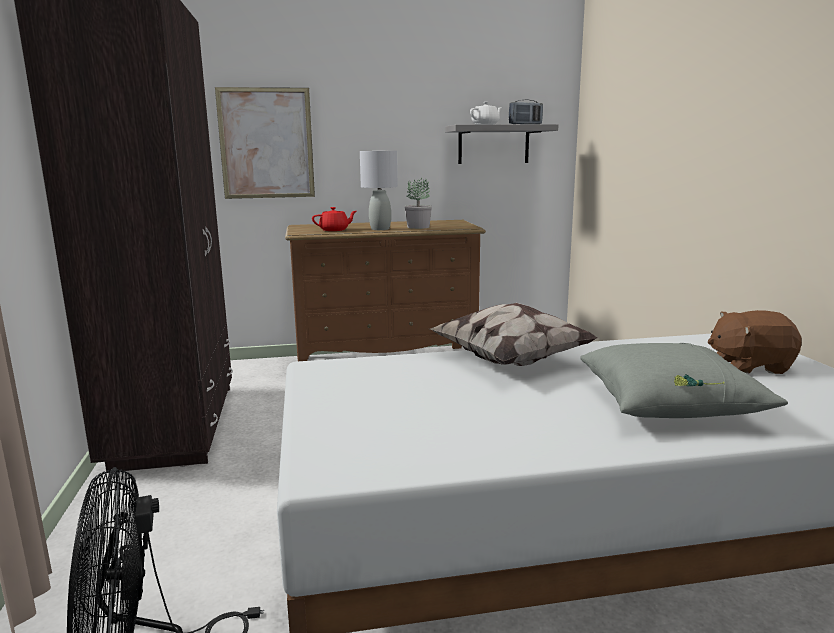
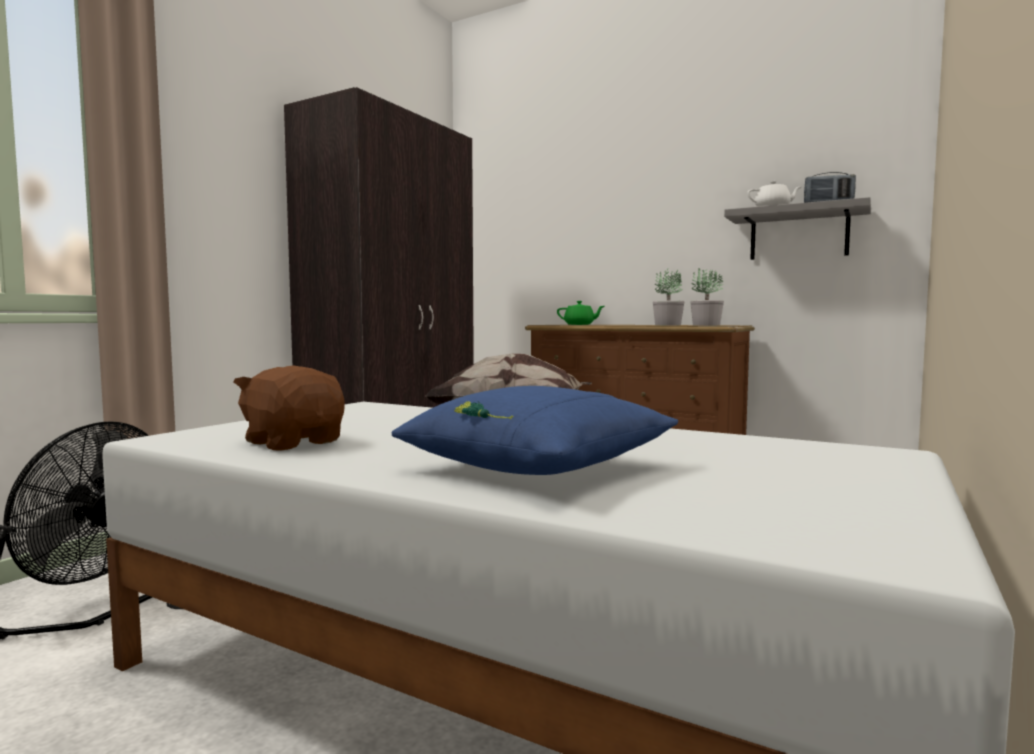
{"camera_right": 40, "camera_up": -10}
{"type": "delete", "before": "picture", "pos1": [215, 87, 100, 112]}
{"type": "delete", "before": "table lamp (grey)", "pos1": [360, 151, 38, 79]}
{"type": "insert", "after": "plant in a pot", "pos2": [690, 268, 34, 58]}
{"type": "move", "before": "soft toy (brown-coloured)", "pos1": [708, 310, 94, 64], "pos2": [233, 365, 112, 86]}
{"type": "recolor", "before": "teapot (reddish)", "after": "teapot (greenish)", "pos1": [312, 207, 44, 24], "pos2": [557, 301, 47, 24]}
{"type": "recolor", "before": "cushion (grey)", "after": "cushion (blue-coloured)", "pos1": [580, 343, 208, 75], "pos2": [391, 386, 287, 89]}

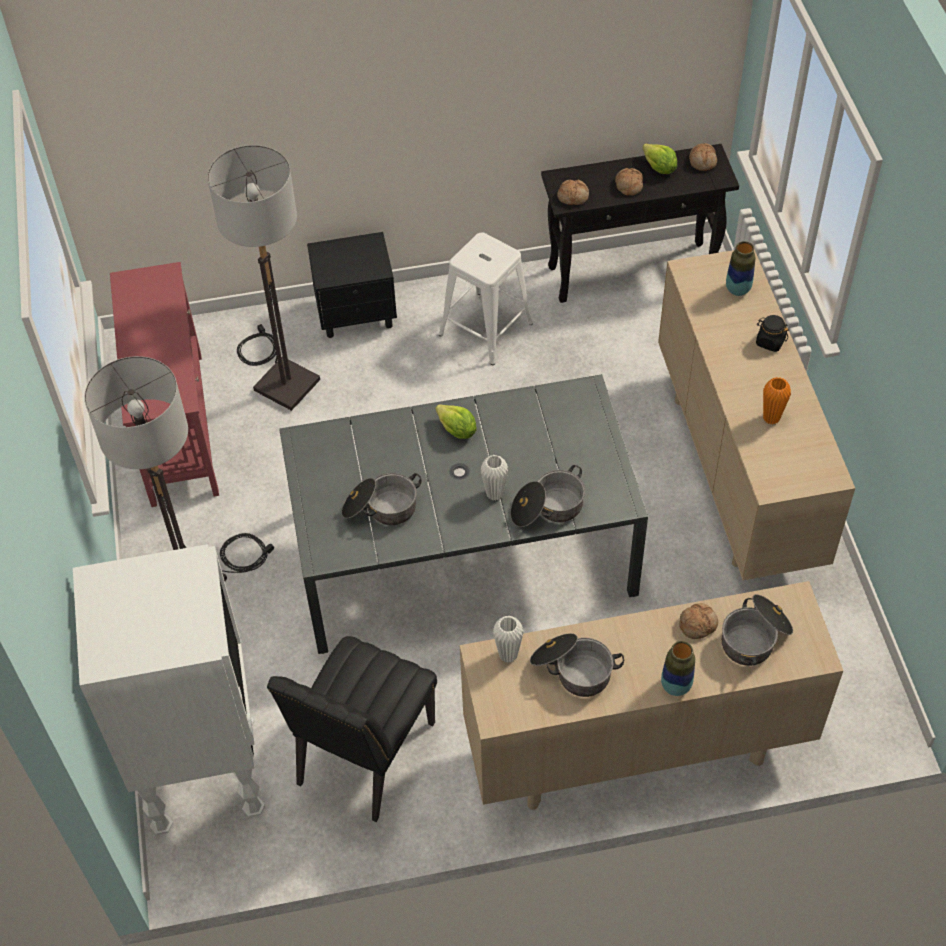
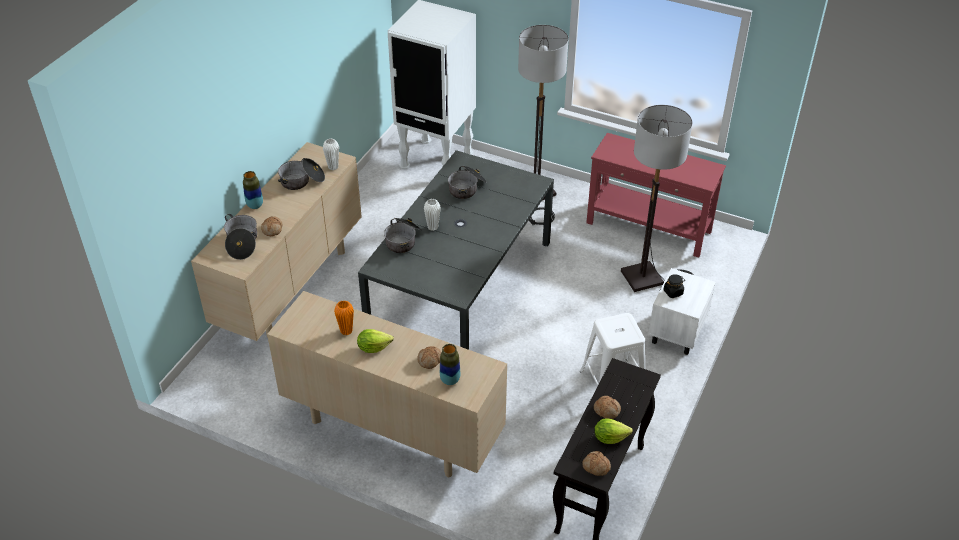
{"camera_right": 125, "camera_up": -10}
{"type": "delete", "before": "upright chair (blackish)", "pos1": [267, 636, 170, 186]}
{"type": "move", "before": "head of lettuce", "pos1": [436, 404, 41, 35], "pos2": [357, 329, 37, 24]}
{"type": "move", "before": "bread", "pos1": [557, 180, 32, 25], "pos2": [417, 346, 24, 23]}
{"type": "move", "before": "preserve jar (blackish)", "pos1": [756, 315, 33, 37], "pos2": [664, 274, 21, 24]}
{"type": "recolor", "before": "bedside table (blackish)", "after": "bedside table (white)", "pos1": [307, 232, 90, 106], "pos2": [648, 268, 68, 87]}

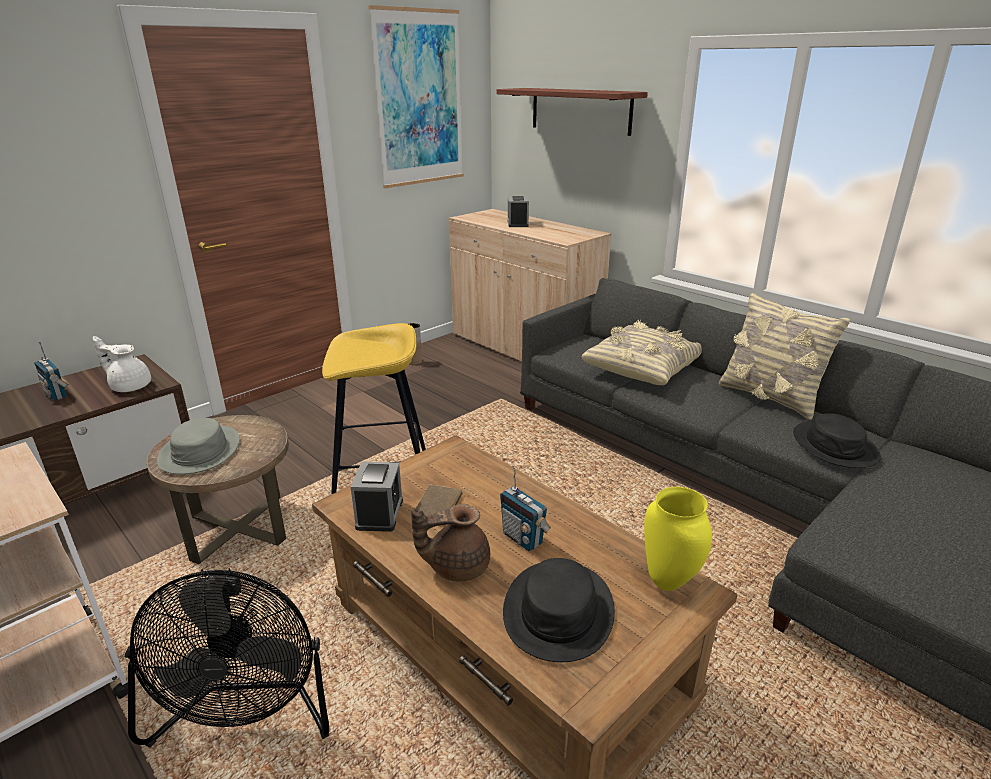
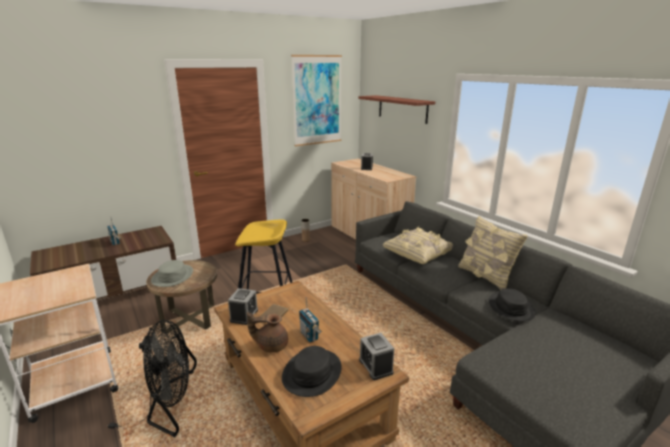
{"camera_right": 10, "camera_up": -5}
{"type": "delete", "before": "teapot (white)", "pos1": [93, 336, 58, 56]}
{"type": "replace", "before": "flower vase (yellow)", "after": "table clock", "pos1": [644, 487, 68, 104], "pos2": [359, 333, 35, 47]}
{"type": "rotate", "before": "cooling fan (blackish)", "pos1": [125, 568, 204, 180], "pos2": [107, 320, 90, 117], "turn": -105}

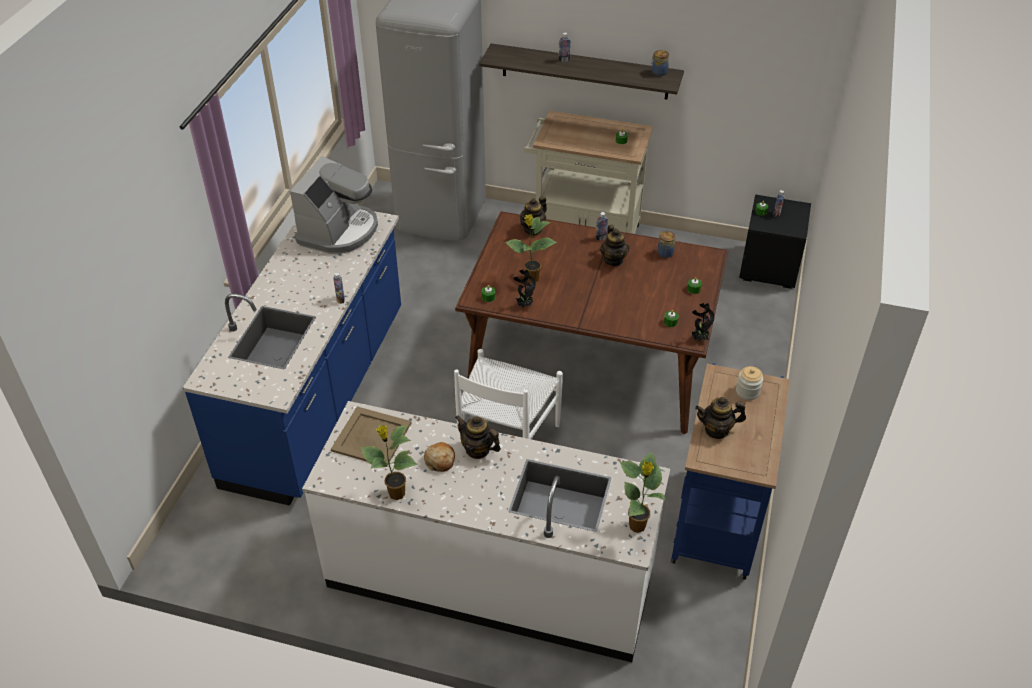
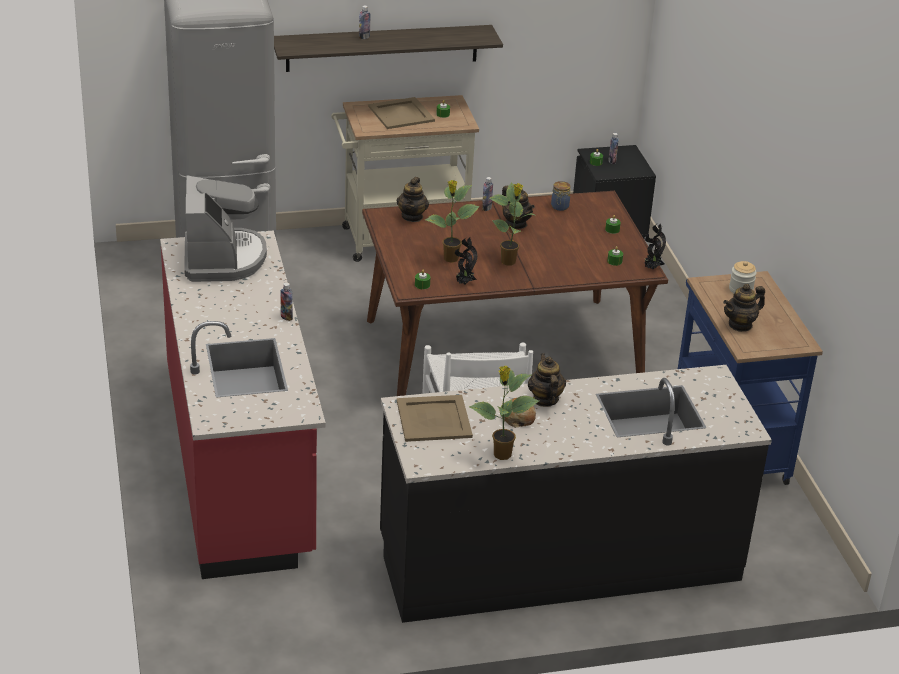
{"camera_right": -30, "camera_up": -10}
{"type": "delete", "before": "preserve jar", "pos1": [651, 50, 18, 26]}
{"type": "insert", "after": "carrying tray (beige)", "pos2": [368, 97, 67, 32]}
{"type": "move", "before": "plant in a pot", "pos1": [620, 452, 46, 81], "pos2": [489, 182, 48, 84]}
{"type": "recolor", "before": "kitchen base unit (blue-coloured)", "after": "kitchen base unit (reddish)", "pos1": [183, 211, 218, 295], "pos2": [160, 230, 166, 349]}
{"type": "recolor", "before": "kitchen base unit (white)", "after": "kitchen base unit (blackish)", "pos1": [302, 401, 368, 261], "pos2": [380, 365, 392, 258]}
{"type": "rotate", "before": "teapot", "pos1": [455, 415, 46, 44], "pos2": [528, 353, 38, 54], "turn": 75}

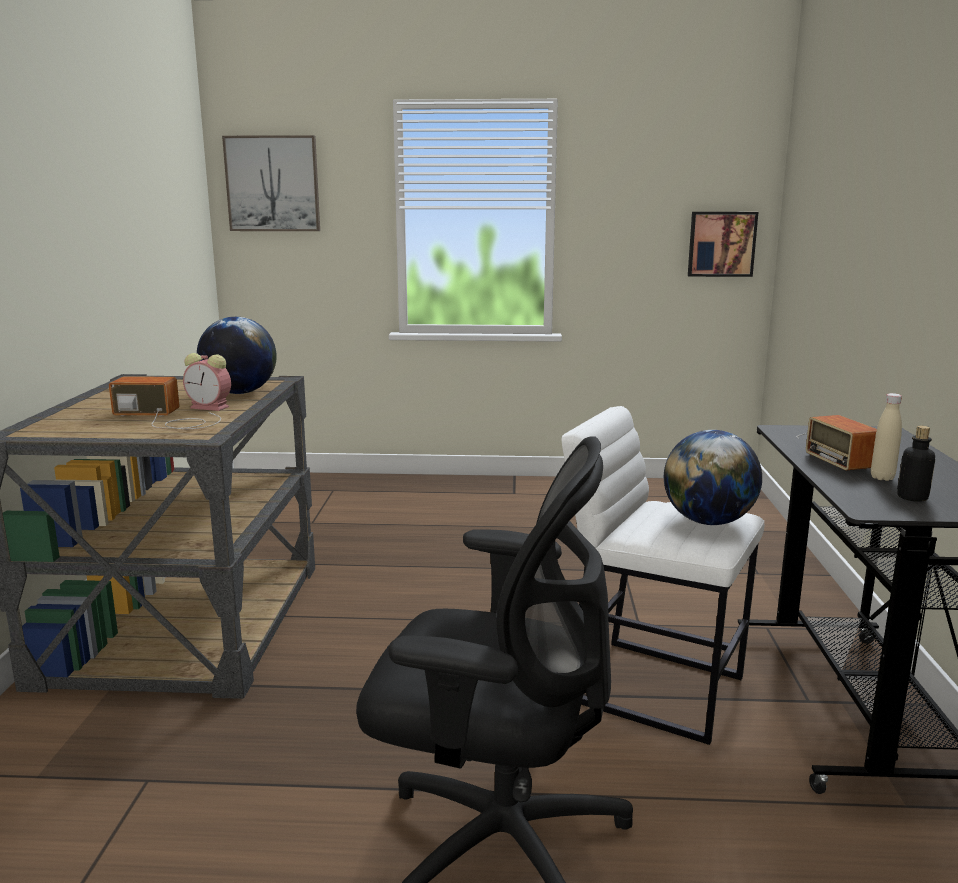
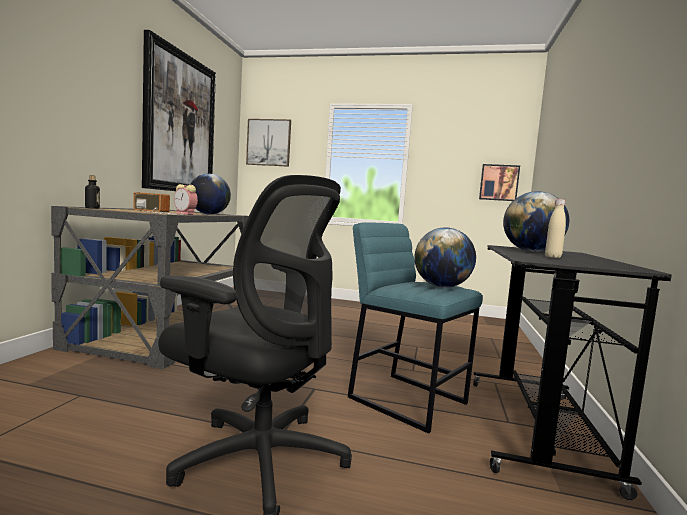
{"camera_right": 10, "camera_up": -10}
{"type": "insert", "after": "picture", "pos2": [142, 30, 74, 161]}
{"type": "move", "before": "drink bottle", "pos1": [897, 426, 38, 76], "pos2": [85, 175, 15, 34]}
{"type": "replace", "before": "radio", "after": "desk globe", "pos1": [796, 415, 81, 55], "pos2": [503, 191, 66, 61]}
{"type": "recolor", "before": "stool (white)", "after": "stool (blue-coloured)", "pos1": [562, 406, 202, 339], "pos2": [348, 222, 135, 212]}

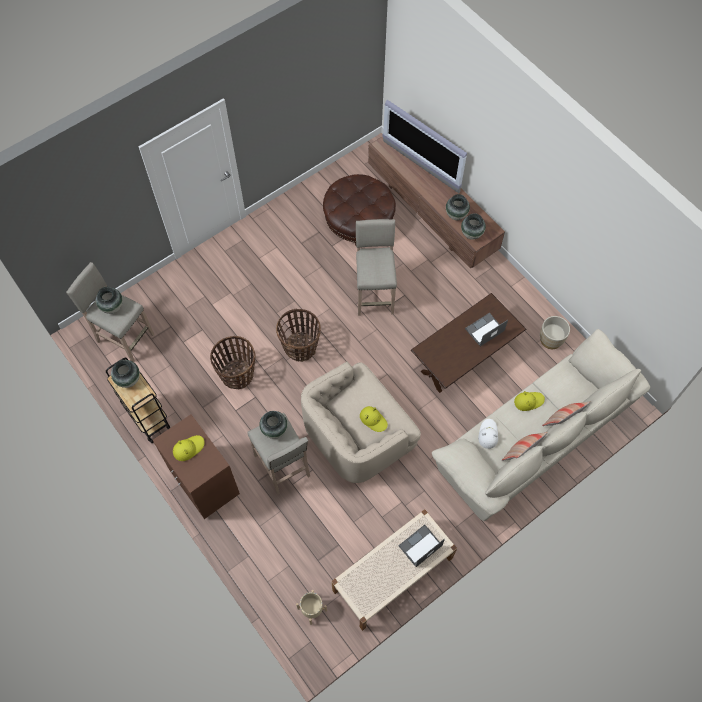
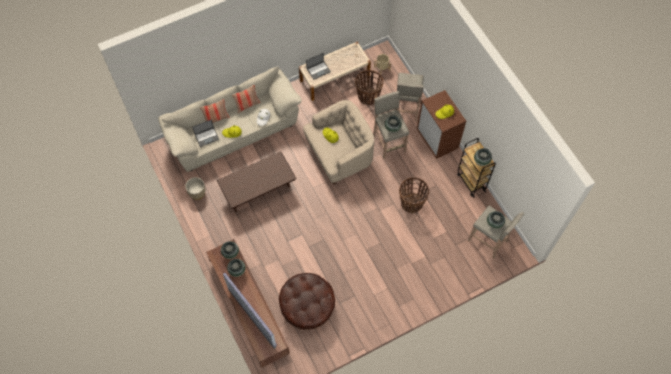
{"camera_right": -170, "camera_up": 0}
{"type": "move", "before": "household basket", "pos1": [276, 308, 45, 54], "pos2": [355, 70, 28, 35]}
{"type": "move", "before": "stool (beige)", "pos1": [356, 219, 41, 97], "pos2": [397, 73, 27, 49]}
{"type": "move", "before": "notebook computer", "pos1": [465, 313, 43, 33], "pos2": [192, 119, 27, 28]}

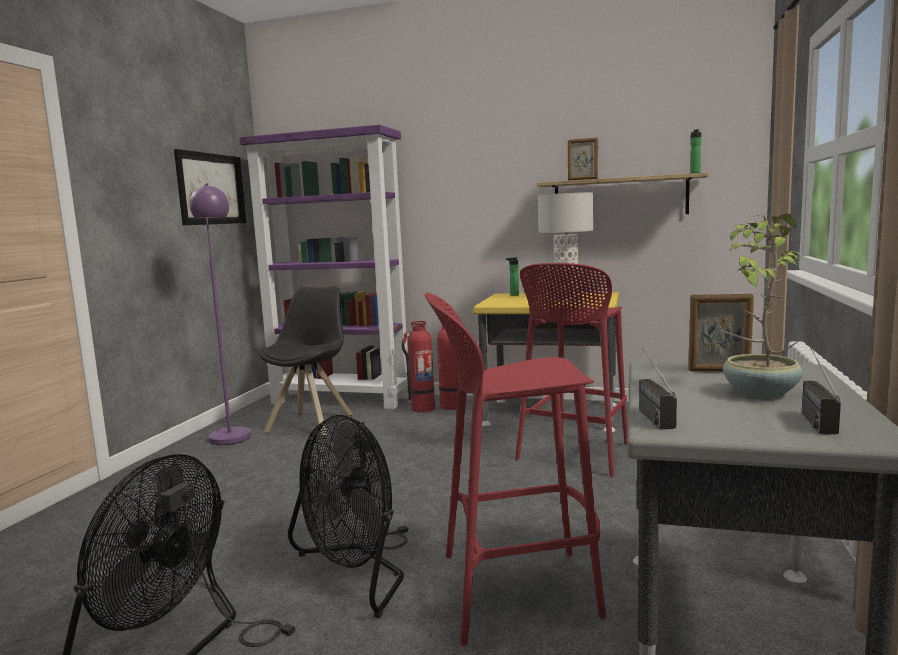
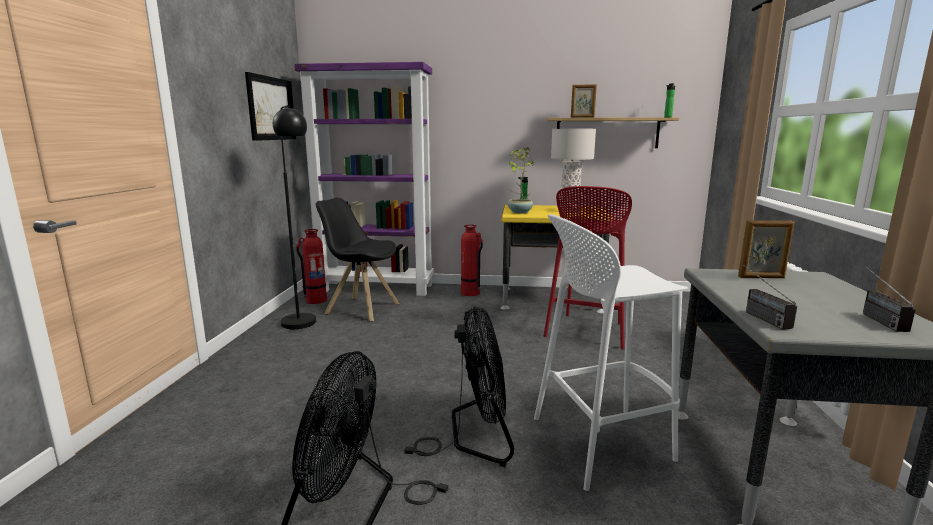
{"camera_right": -10, "camera_up": 5}
{"type": "move", "before": "fire extinguisher", "pos1": [402, 321, 33, 91], "pos2": [296, 229, 31, 75]}
{"type": "move", "before": "plant in a pot", "pos1": [722, 214, 84, 185], "pos2": [507, 147, 29, 67]}
{"type": "recolor", "before": "floor lamp (purple-coloured)", "after": "floor lamp (blackish)", "pos1": [189, 183, 62, 262], "pos2": [273, 105, 43, 224]}
{"type": "recolor", "before": "stool (reddish)", "after": "stool (white)", "pos1": [424, 292, 182, 354], "pos2": [534, 214, 154, 277]}
{"type": "rotate", "before": "upright chair (blackish)", "pos1": [259, 287, 94, 150], "pos2": [316, 197, 84, 125], "turn": -75}
{"type": "rotate", "before": "cooling fan (blackish)", "pos1": [288, 415, 122, 203], "pos2": [402, 306, 112, 162], "turn": -135}

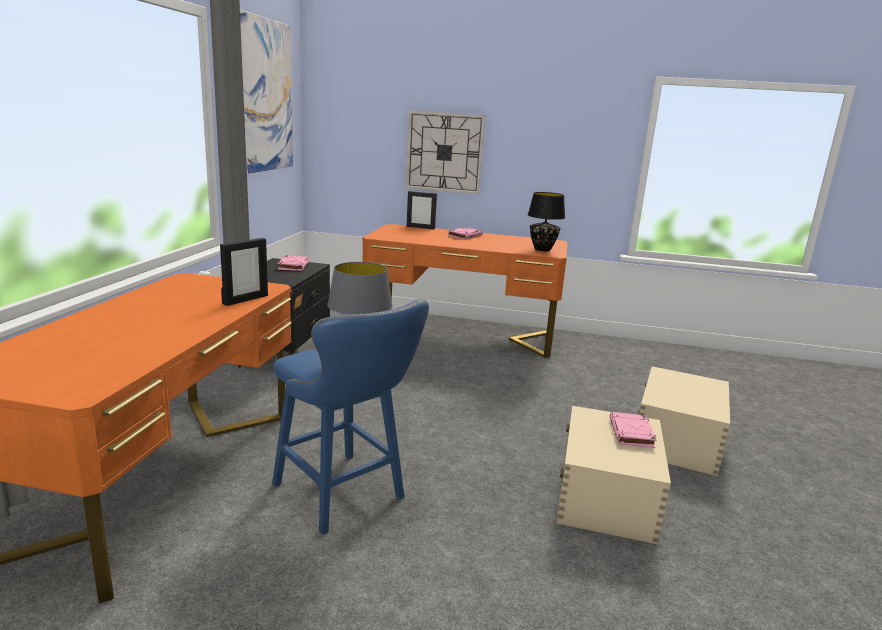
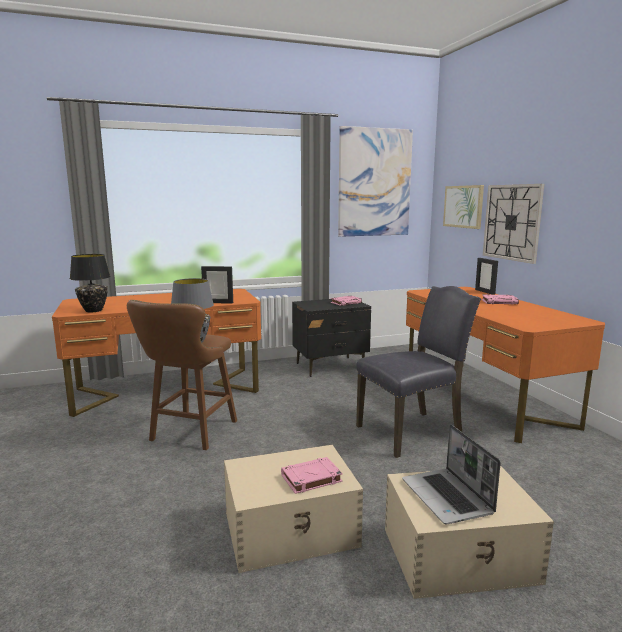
{"camera_right": 60, "camera_up": -5}
{"type": "insert", "after": "upright chair (grey)", "pos2": [356, 286, 125, 172]}
{"type": "insert", "after": "notebook computer", "pos2": [402, 424, 99, 100]}
{"type": "insert", "after": "picture", "pos2": [443, 185, 41, 44]}
{"type": "move", "before": "table lamp (blackish)", "pos1": [528, 192, 37, 59], "pos2": [70, 254, 40, 58]}
{"type": "recolor", "before": "stool (blue-coloured)", "after": "stool (brown-coloured)", "pos1": [272, 299, 157, 236], "pos2": [127, 300, 110, 150]}

